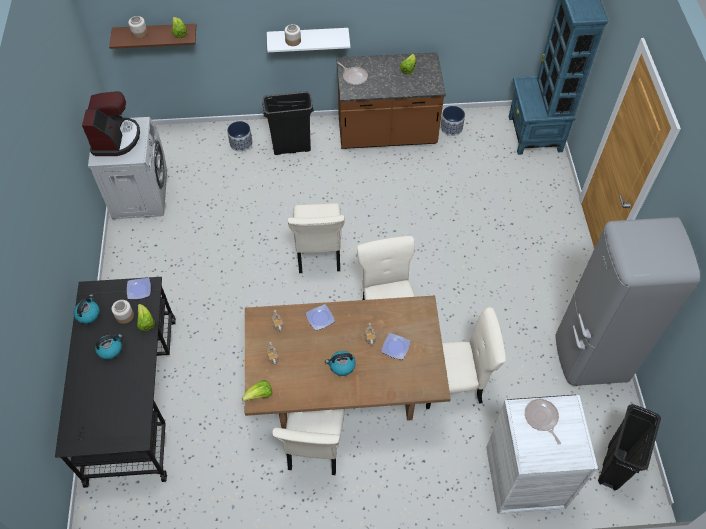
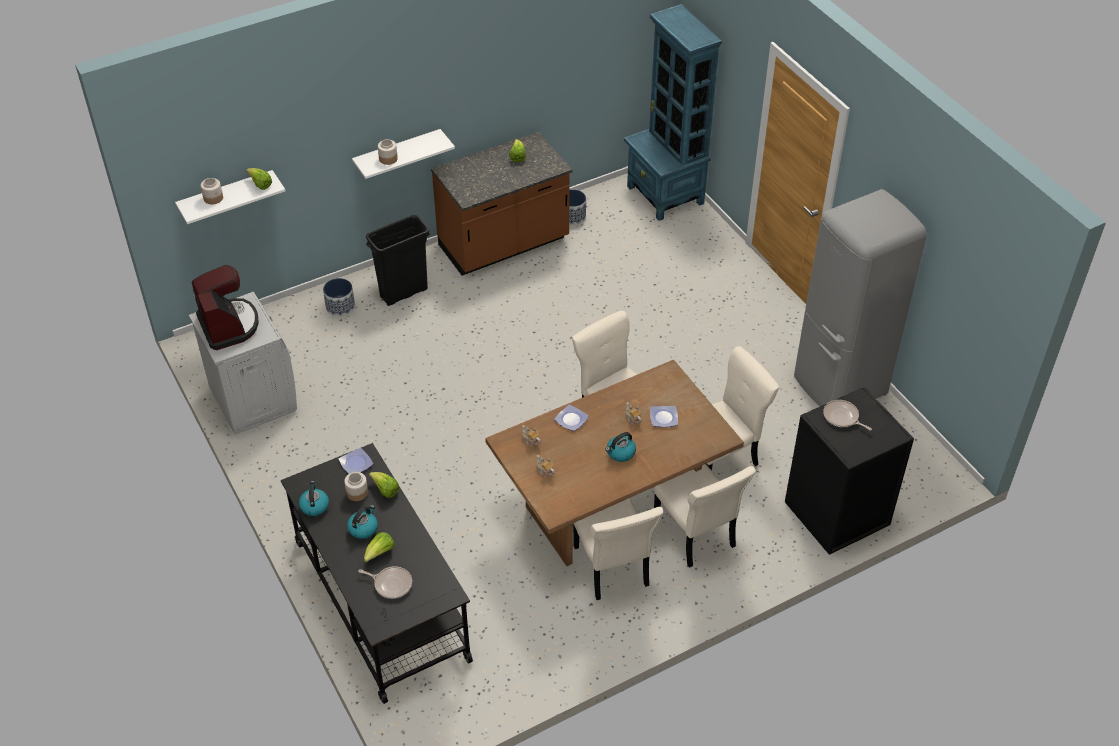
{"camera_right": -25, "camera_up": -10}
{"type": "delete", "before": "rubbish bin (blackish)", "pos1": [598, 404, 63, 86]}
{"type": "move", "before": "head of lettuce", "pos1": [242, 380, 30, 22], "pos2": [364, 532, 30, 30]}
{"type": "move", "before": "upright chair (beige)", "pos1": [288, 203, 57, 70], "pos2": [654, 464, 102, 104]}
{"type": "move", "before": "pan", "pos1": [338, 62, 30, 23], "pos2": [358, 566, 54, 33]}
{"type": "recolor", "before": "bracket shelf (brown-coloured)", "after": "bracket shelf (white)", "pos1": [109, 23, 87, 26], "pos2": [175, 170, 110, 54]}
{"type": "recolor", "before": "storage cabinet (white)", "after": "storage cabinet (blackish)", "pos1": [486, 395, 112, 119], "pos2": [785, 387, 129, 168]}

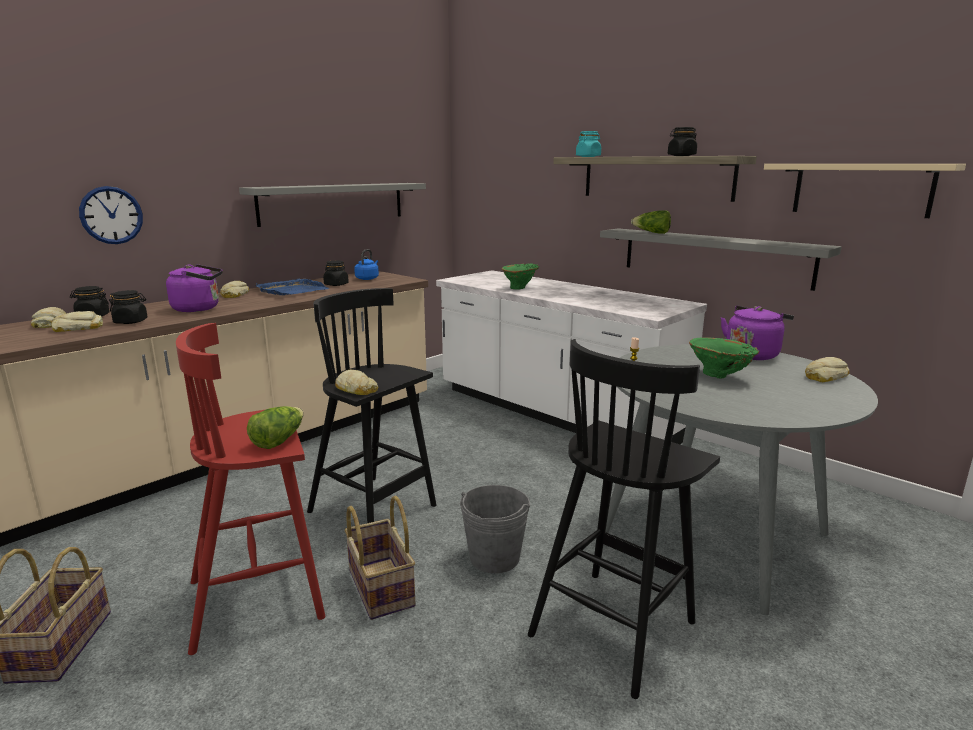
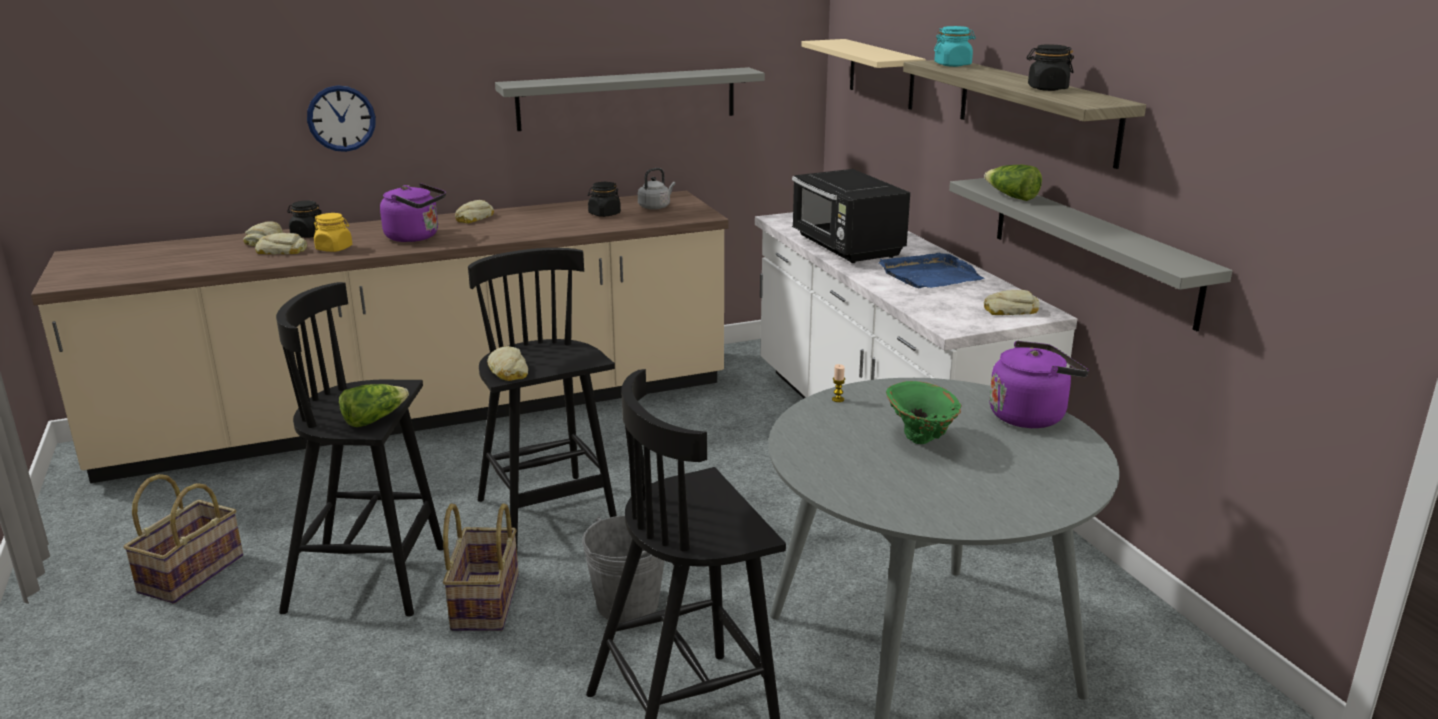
{"camera_right": 25, "camera_up": 5}
{"type": "move", "before": "carrying tray (blue-coloured)", "pos1": [256, 279, 73, 16], "pos2": [879, 253, 106, 36]}
{"type": "move", "before": "bracket shelf (beige)", "pos1": [764, 164, 202, 54], "pos2": [801, 39, 125, 71]}
{"type": "move", "before": "bread", "pos1": [805, 357, 45, 25], "pos2": [984, 290, 55, 25]}
{"type": "replace", "before": "flower vase (greenish)", "after": "kitchen microwave (blackish)", "pos1": [502, 263, 37, 27], "pos2": [792, 169, 118, 94]}
{"type": "recolor", "before": "preserve jar (blackish)", "after": "preserve jar (yellow)", "pos1": [109, 290, 39, 34], "pos2": [314, 213, 38, 39]}
{"type": "recolor", "before": "stool (reddish)", "after": "stool (blackish)", "pos1": [176, 323, 149, 332], "pos2": [276, 282, 168, 335]}
{"type": "recolor", "before": "tea kettle (blue-coloured)", "after": "tea kettle (grey)", "pos1": [354, 249, 25, 31], "pos2": [638, 168, 37, 42]}

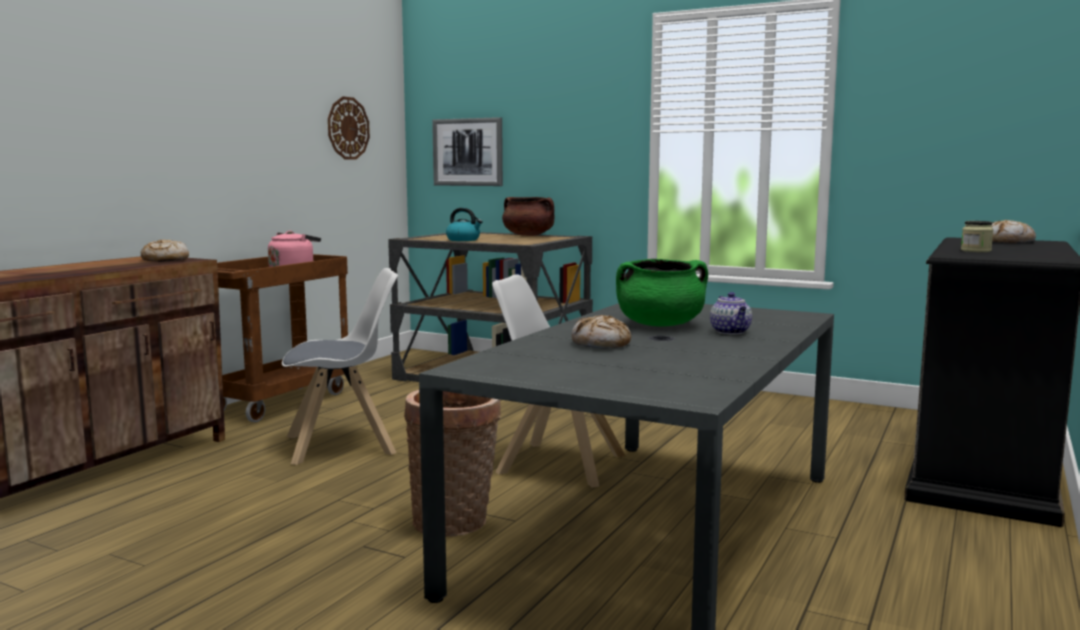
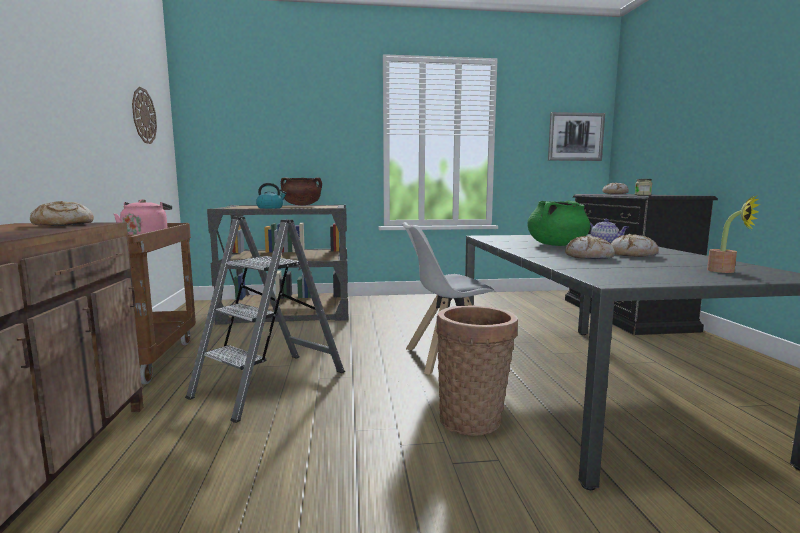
{"camera_right": -35, "camera_up": 0}
{"type": "insert", "after": "bread", "pos2": [611, 234, 48, 23]}
{"type": "insert", "after": "plant in a pot", "pos2": [707, 195, 52, 78]}
{"type": "move", "before": "picture", "pos1": [432, 117, 71, 69], "pos2": [548, 112, 57, 49]}
{"type": "replace", "before": "upright chair", "after": "stepladder (grey)", "pos1": [282, 268, 116, 197], "pos2": [185, 216, 160, 207]}

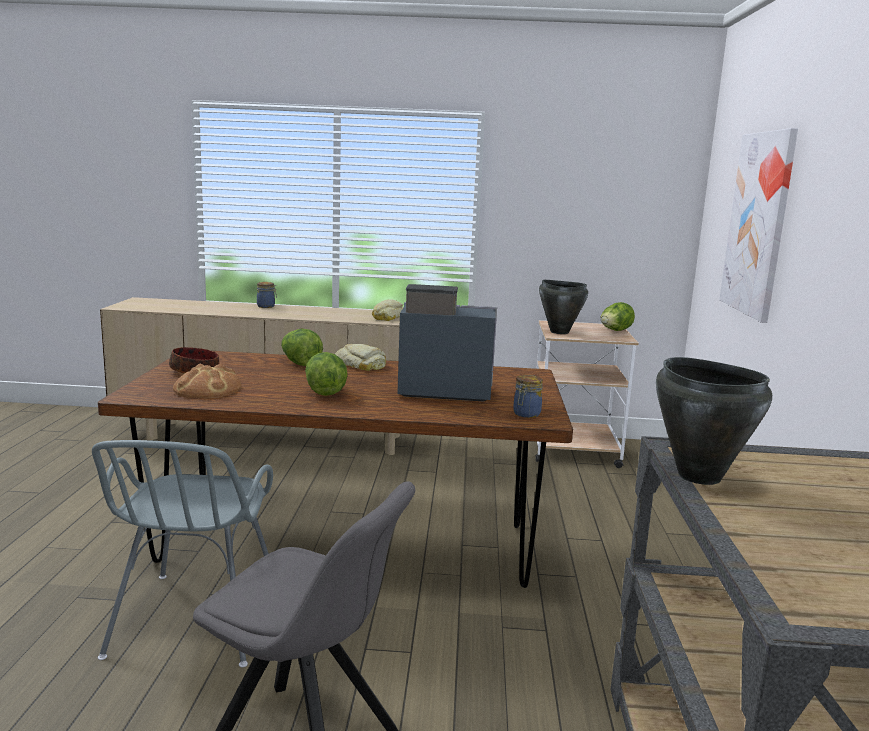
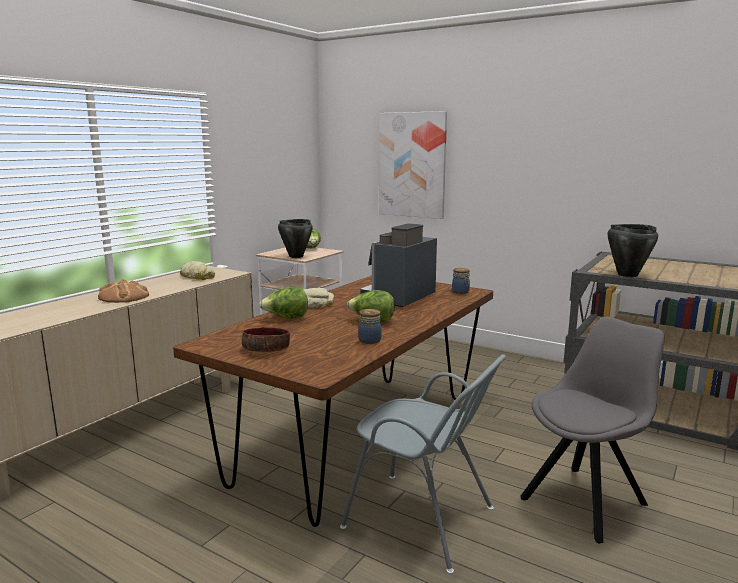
{"camera_right": -60, "camera_up": 0}
{"type": "move", "before": "bread", "pos1": [173, 363, 68, 35], "pos2": [98, 279, 51, 24]}
{"type": "move", "before": "preserve jar", "pos1": [257, 282, 20, 26], "pos2": [358, 309, 23, 35]}

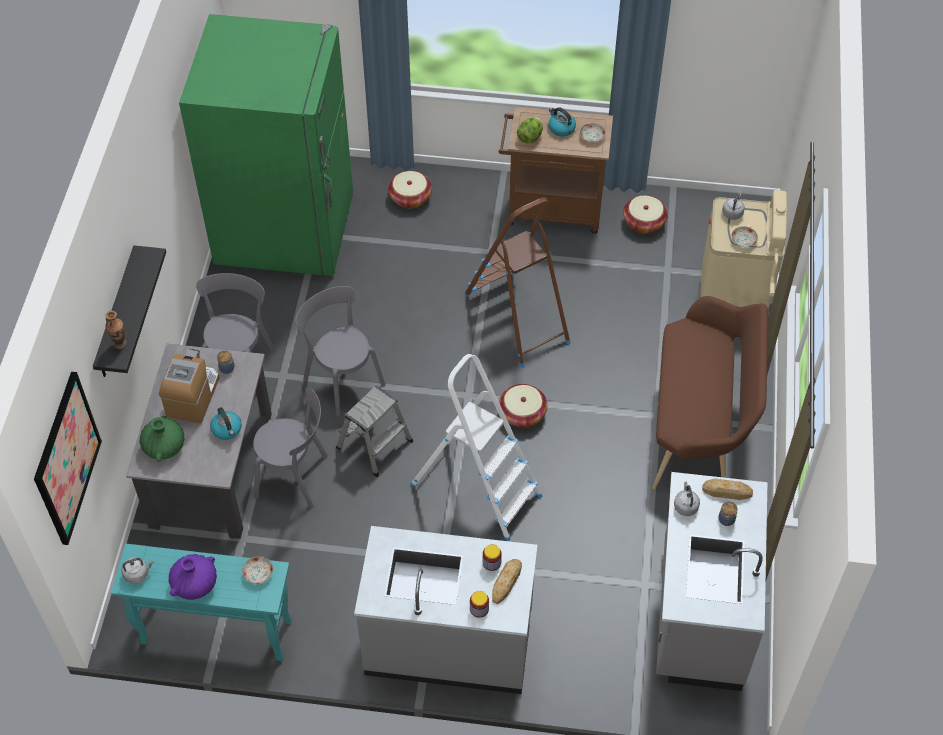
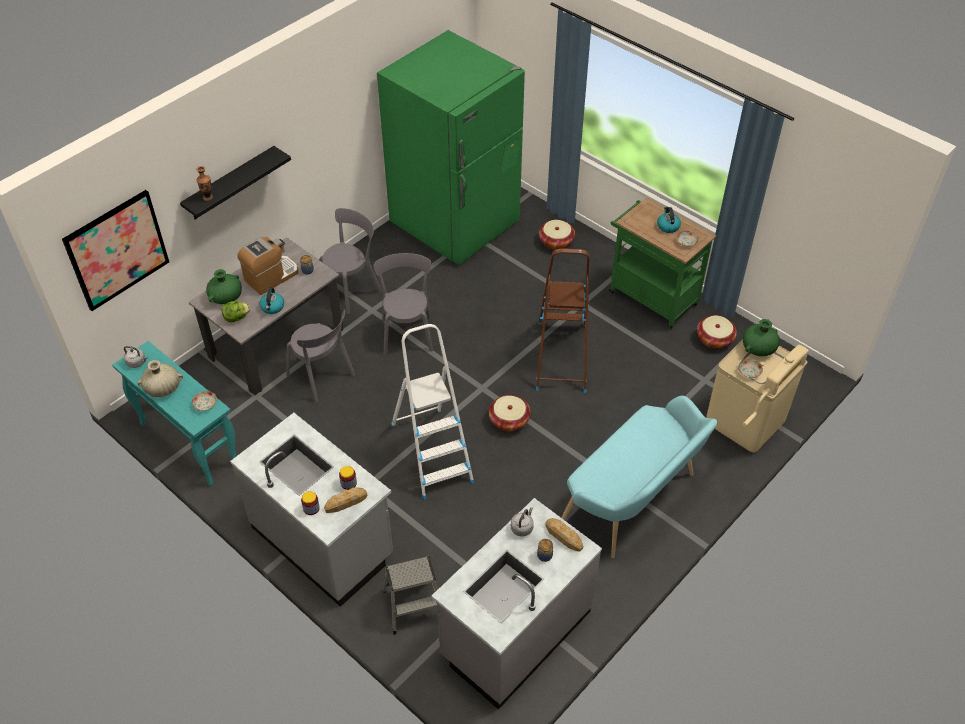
{"camera_right": 35, "camera_up": -5}
{"type": "move", "before": "stepladder (grey)", "pos1": [336, 385, 77, 92], "pos2": [382, 556, 56, 79]}
{"type": "move", "before": "head of lettuce", "pos1": [517, 117, 26, 27], "pos2": [222, 301, 28, 21]}
{"type": "replace", "before": "tea kettle (grey)", "after": "flower vase (greenish)", "pos1": [722, 193, 23, 27], "pos2": [743, 319, 37, 37]}
{"type": "recolor", "before": "flower vase (purple-coloured)", "after": "flower vase (beige)", "pos1": [169, 554, 48, 46], "pos2": [137, 360, 46, 37]}
{"type": "recolor", "before": "trolley (brown-coloured)", "after": "trolley (greenish)", "pos1": [499, 107, 114, 127], "pos2": [609, 197, 107, 132]}
{"type": "recolor", "before": "long seat (brown-coloured)", "after": "long seat (blue-green)", "pos1": [652, 296, 116, 194], "pos2": [561, 396, 157, 162]}

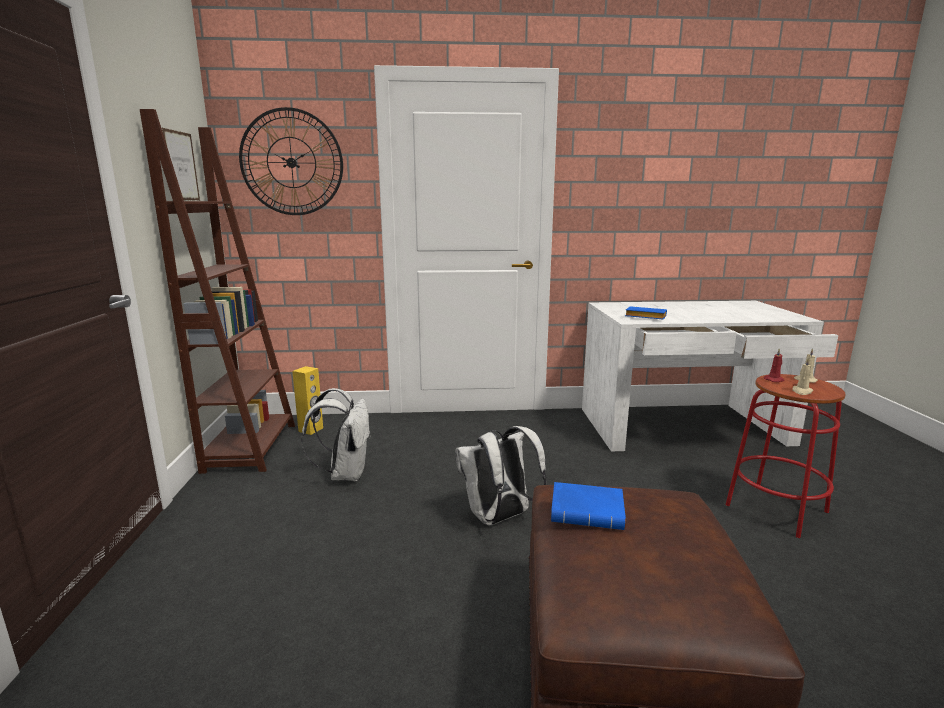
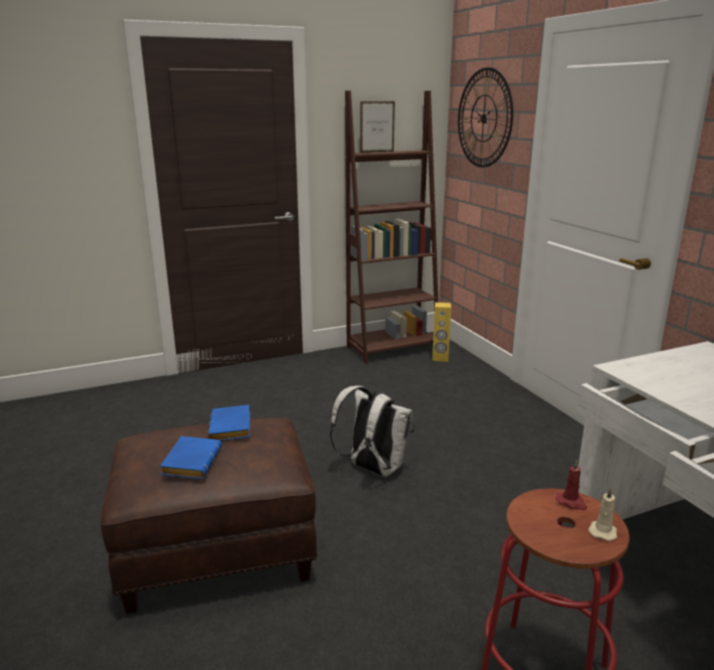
{"camera_right": 70, "camera_up": 5}
{"type": "delete", "before": "rucksack (white)", "pos1": [301, 388, 70, 93]}
{"type": "delete", "before": "candle (beige)", "pos1": [792, 358, 21, 37]}
{"type": "move", "before": "volume (blue-coloured)", "pos1": [625, 306, 42, 13], "pos2": [160, 436, 62, 43]}

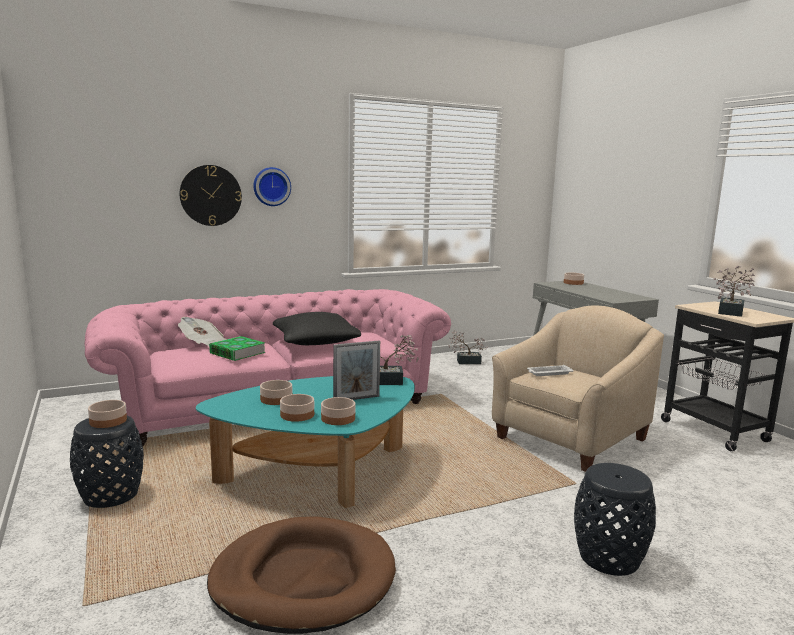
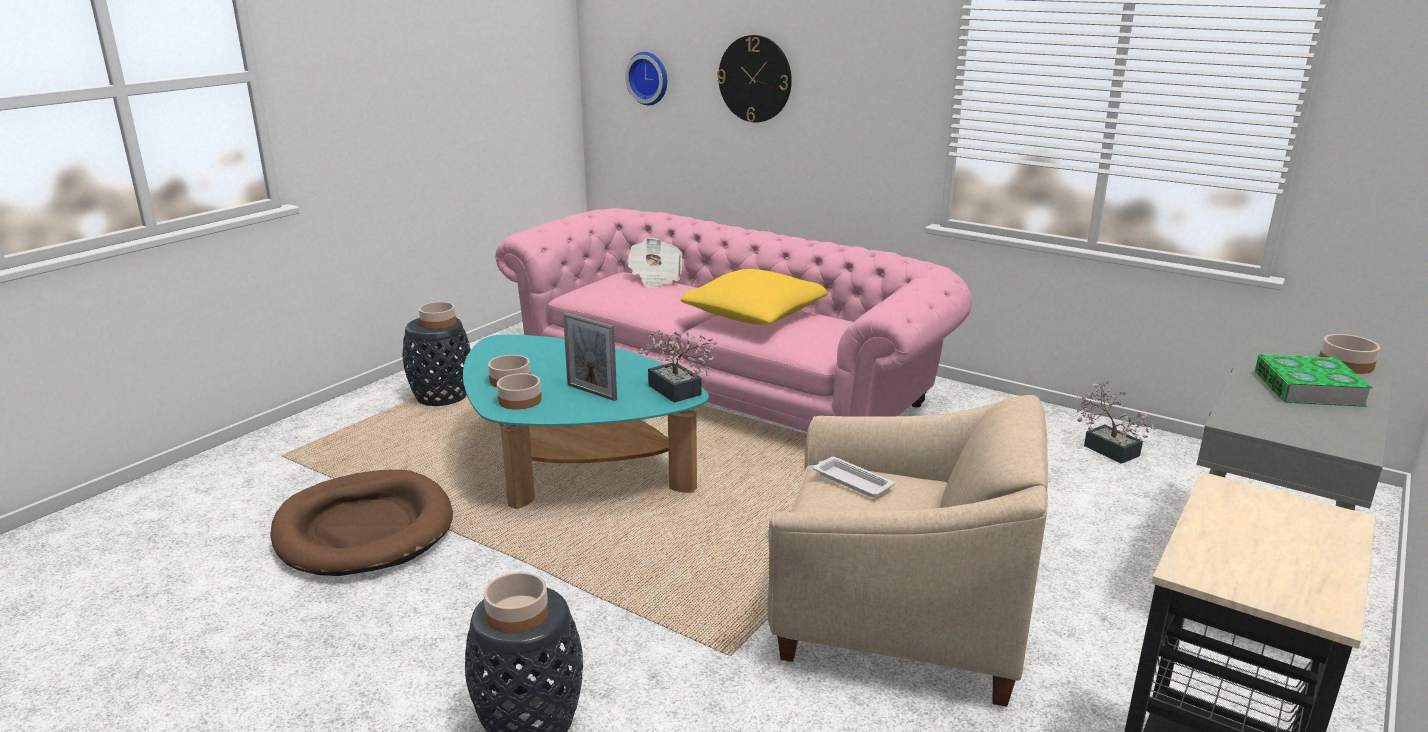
{"camera_right": 60, "camera_up": 10}
{"type": "delete", "before": "plant in a pot", "pos1": [714, 266, 41, 51]}
{"type": "move", "before": "volume", "pos1": [209, 336, 56, 25], "pos2": [1255, 354, 117, 53]}
{"type": "move", "before": "wall clock", "pos1": [253, 167, 38, 39], "pos2": [625, 52, 42, 53]}
{"type": "move", "before": "serving bowl", "pos1": [260, 380, 32, 25], "pos2": [484, 572, 64, 62]}
{"type": "recolor", "before": "cushion (blackish)", "after": "cushion (yellow)", "pos1": [273, 312, 88, 33], "pos2": [681, 269, 147, 56]}

